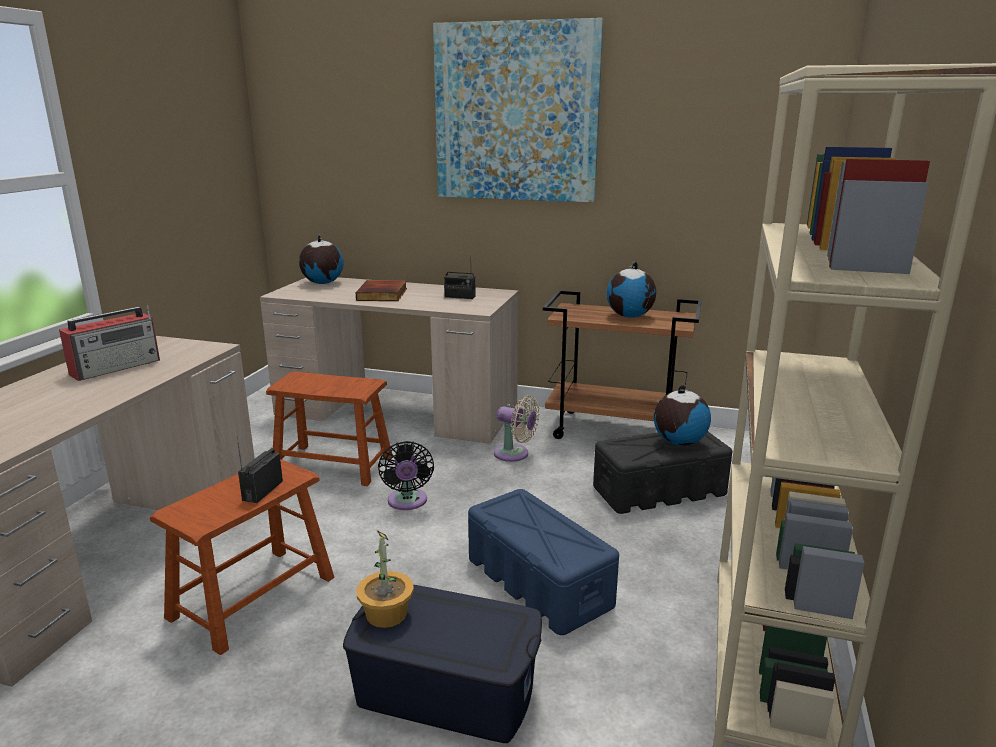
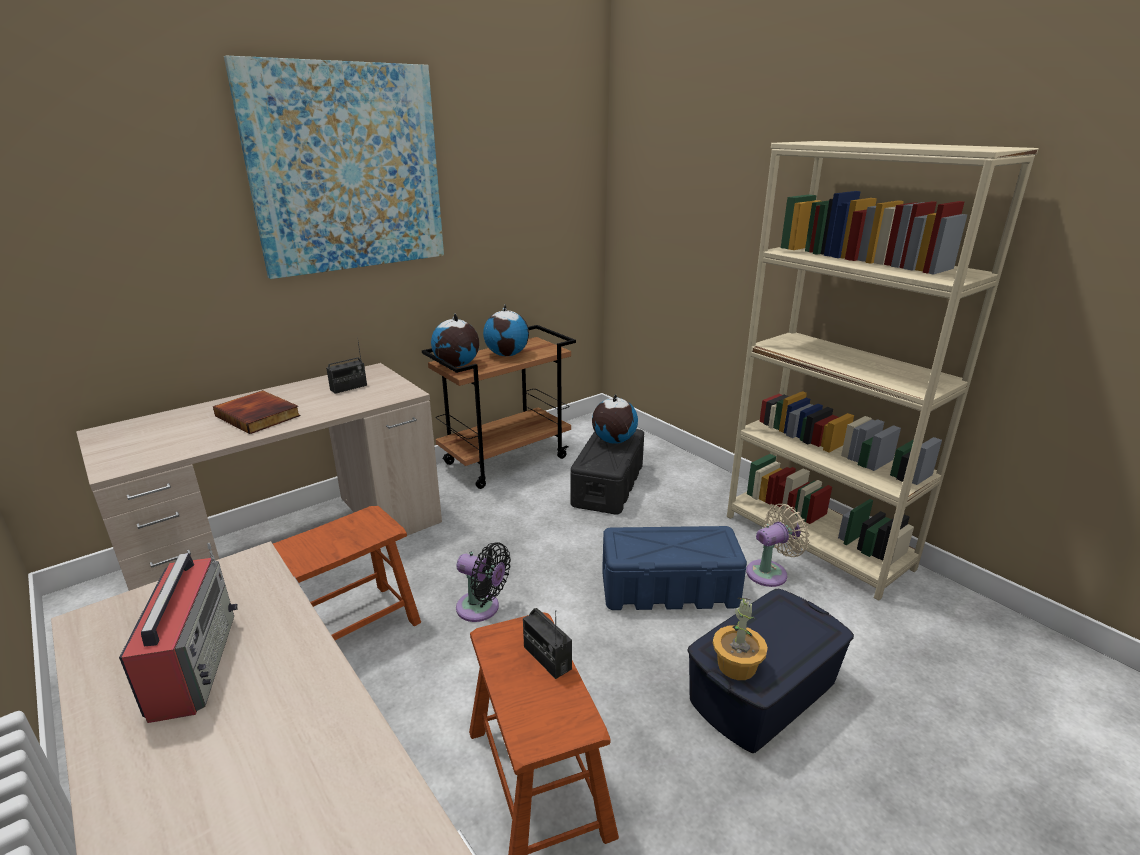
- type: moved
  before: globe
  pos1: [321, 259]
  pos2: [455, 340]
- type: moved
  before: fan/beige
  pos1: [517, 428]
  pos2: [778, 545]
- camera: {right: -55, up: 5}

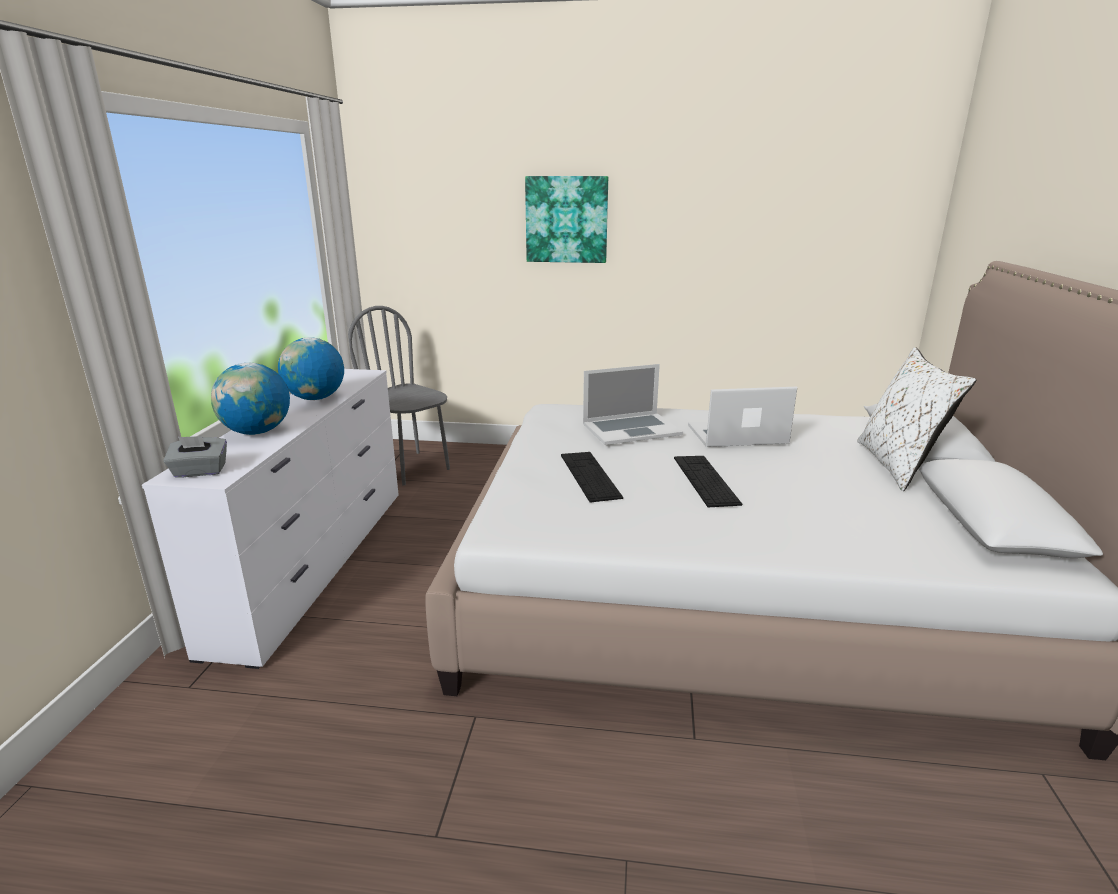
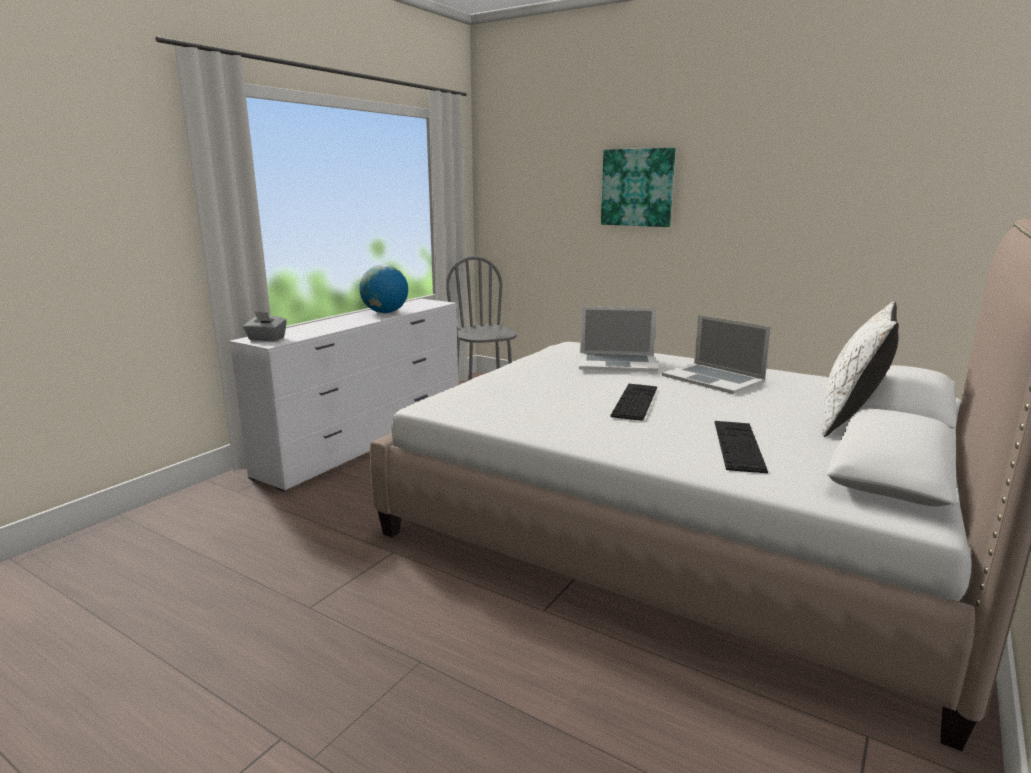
- type: removed
  before: globe
  pos1: [250, 399]
- type: moved
  before: keyboard
  pos1: [592, 477]
  pos2: [741, 447]
- type: turned
  before: laptop
  pos1: [742, 417]
  pos2: [716, 354]
  turn: -150
- camera: {right: 25, up: -5}

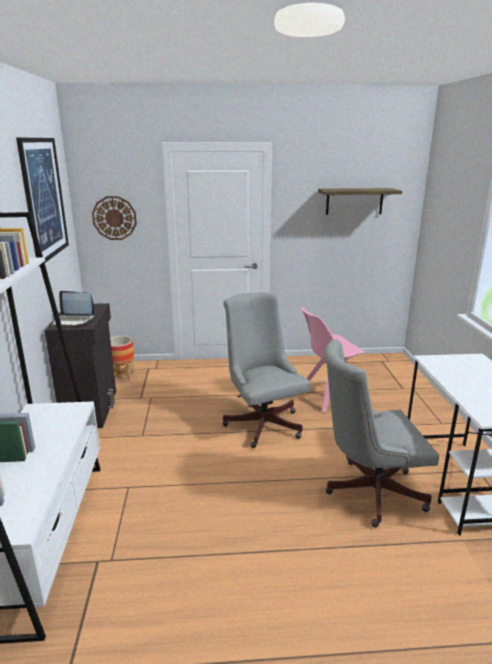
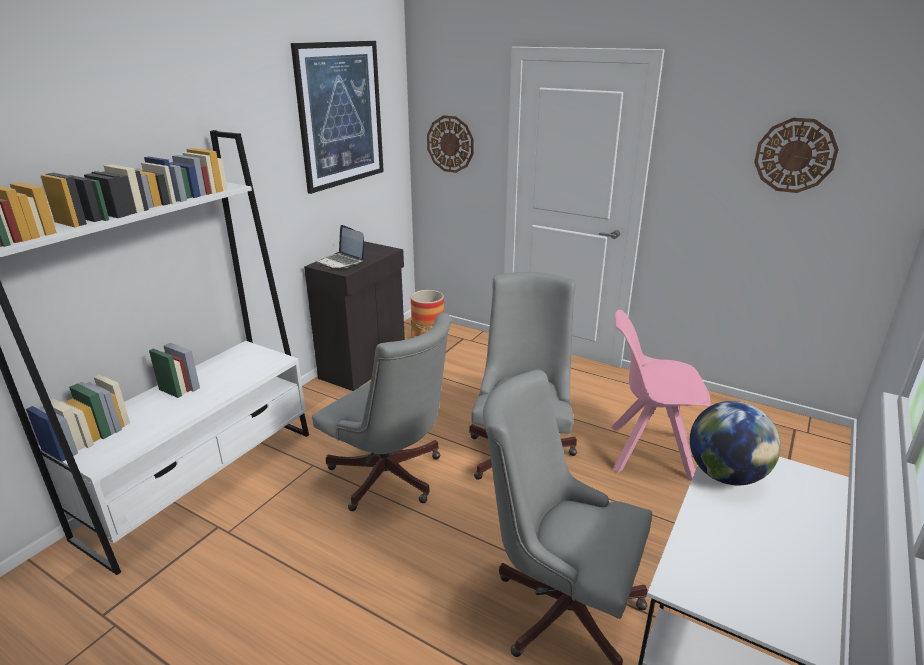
- type: replaced
  before: shelf
  after: wall clock
  pos1: [360, 201]
  pos2: [796, 155]
- type: added
  after: office chair/grey
  pos2: [381, 412]
- type: added
  after: globe
  pos2: [735, 443]
- camera: {right: 35, up: 5}

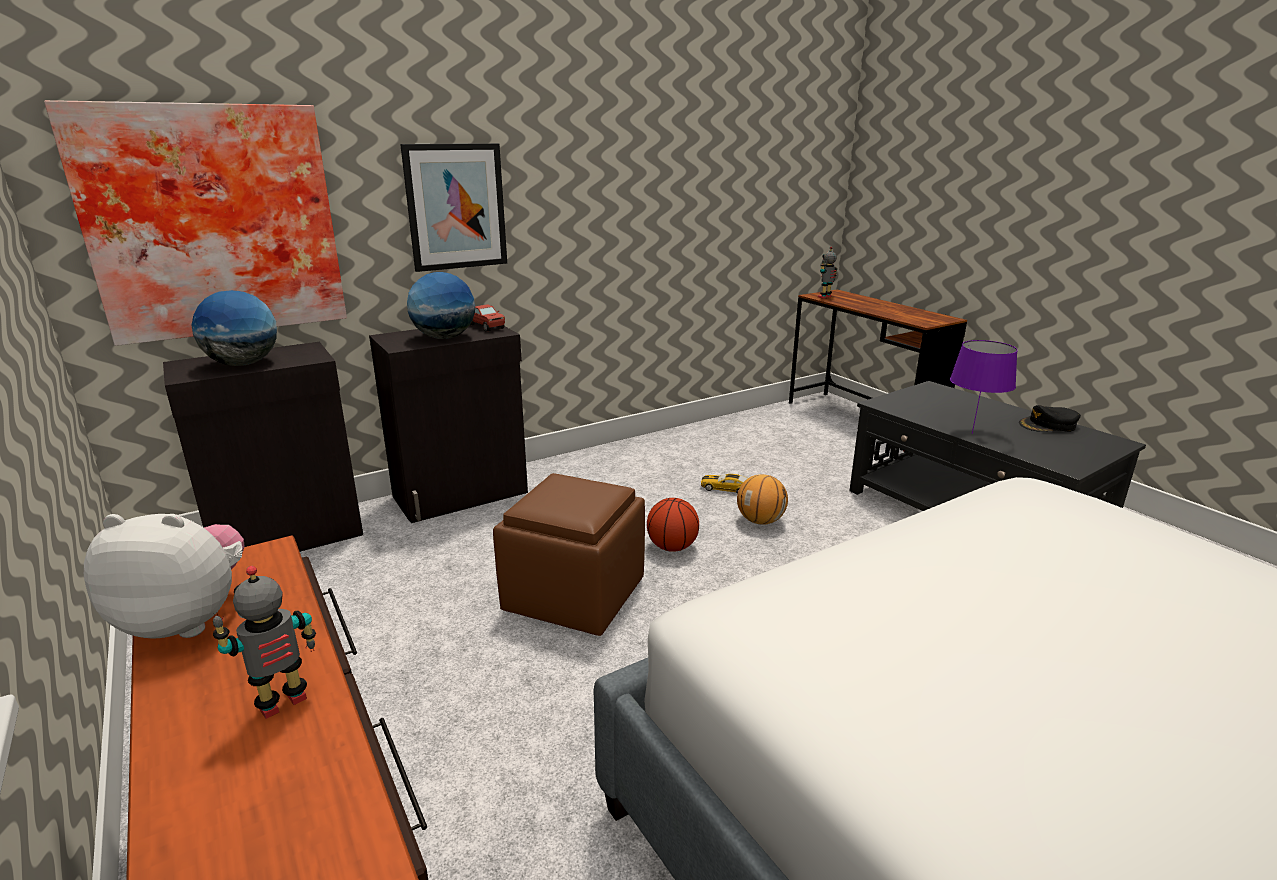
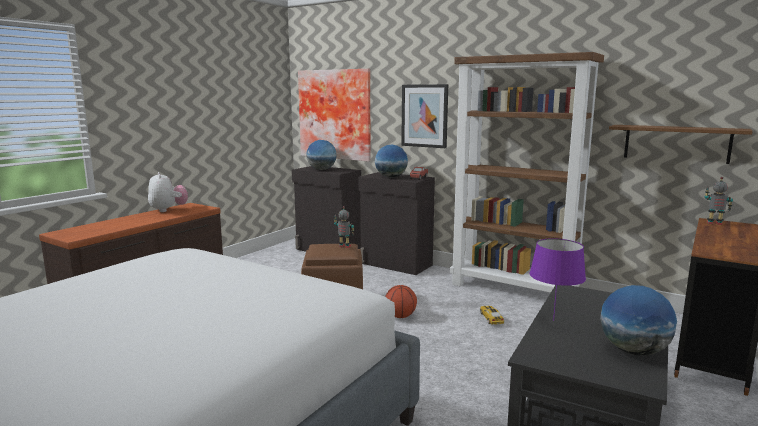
- type: moved
  before: toy robot
  pos1: [264, 642]
  pos2: [344, 227]
- type: removed
  before: basketball
  pos1: [762, 499]
- type: replaced
  before: cap/black
  after: globe
  pos1: [1050, 418]
  pos2: [638, 320]
- type: added
  after: bookcase/brown
  pos2: [527, 172]
- type: added
  after: shelf/brown
  pos2: [681, 144]
- camera: {right: 65, up: -10}

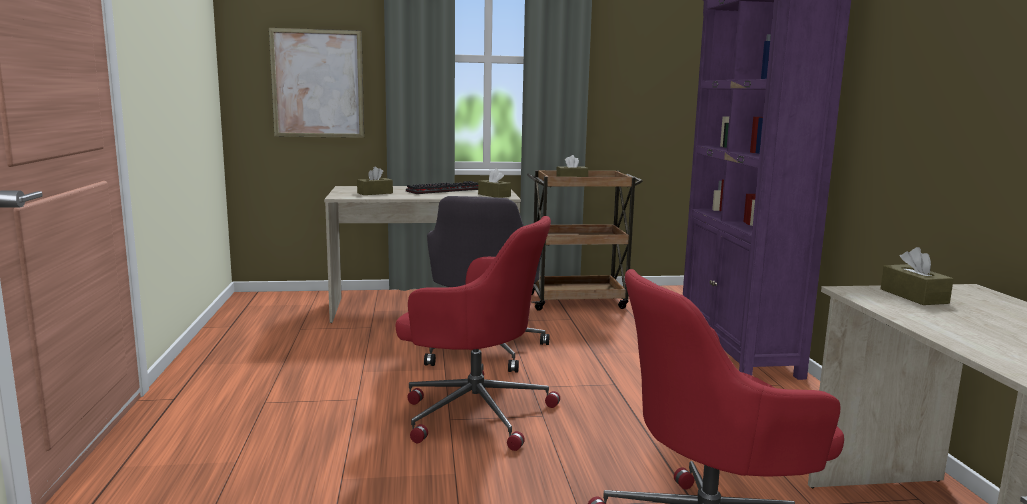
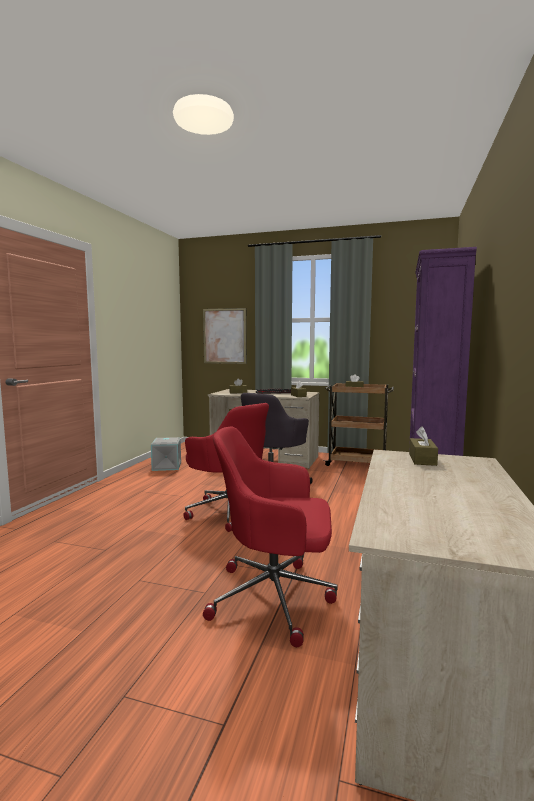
- type: added
  after: storage box/grey
  pos2: [166, 454]
- camera: {right: 25, up: -5}

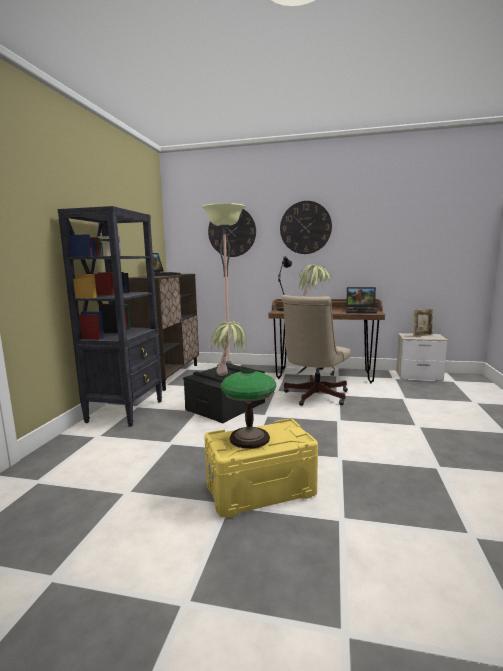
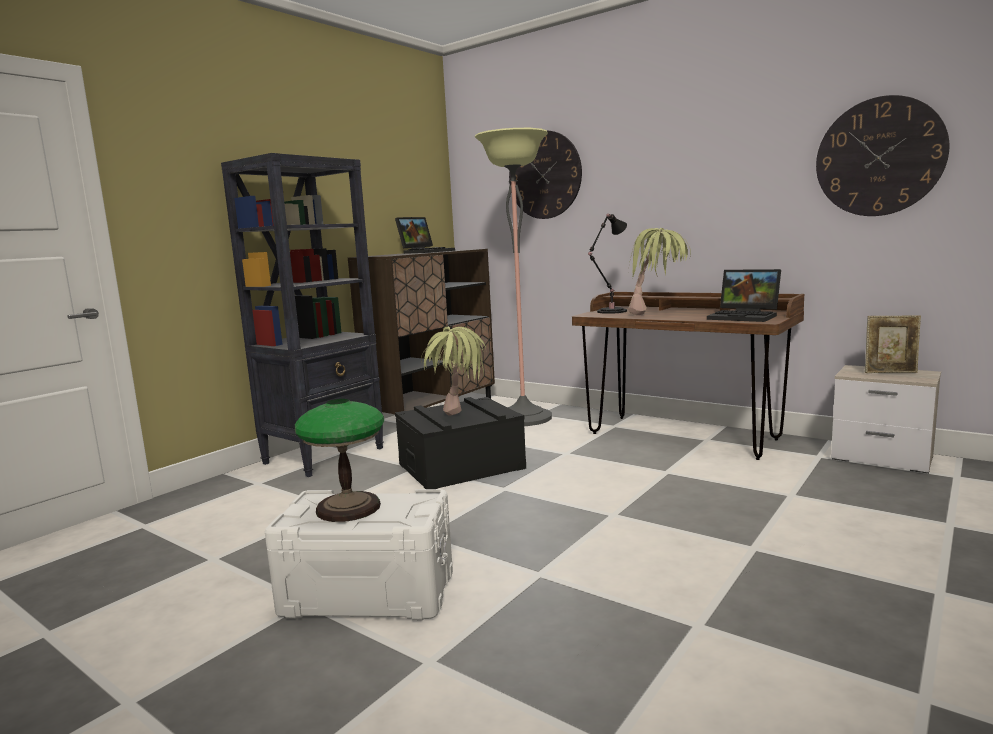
- type: recoloured
  before: storage box/yellow
  after: storage box/white
  pos1: [261, 468]
  pos2: [359, 554]
- type: moved
  before: wall clock
  pos1: [306, 227]
  pos2: [883, 155]
- type: removed
  before: office chair/beige
  pos1: [316, 350]
- camera: {right: 25, up: 0}

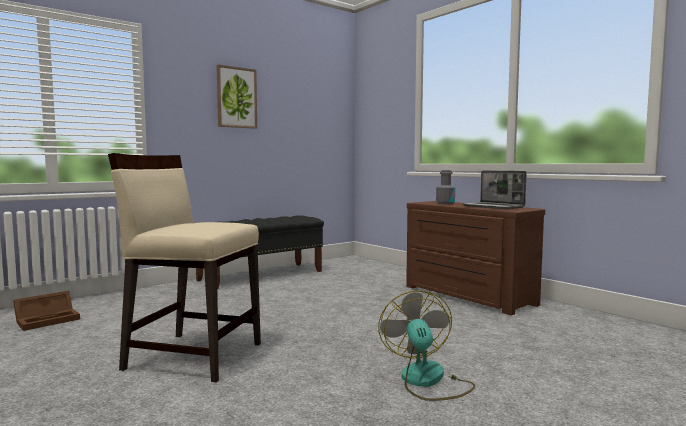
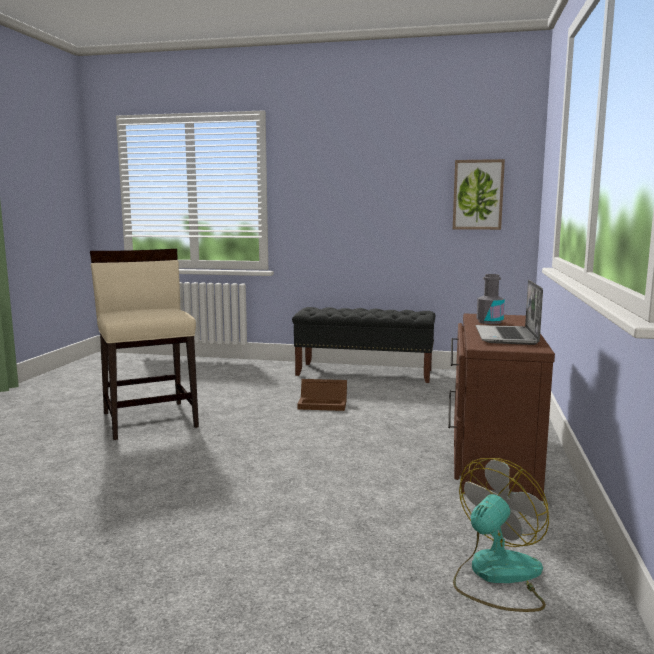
- type: moved
  before: storage box/brown
  pos1: [46, 311]
  pos2: [322, 395]
- type: moved
  before: picture
  pos1: [237, 96]
  pos2: [479, 194]
- type: moved
  before: fan
  pos1: [426, 346]
  pos2: [501, 535]
- camera: {right: 50, up: 5}

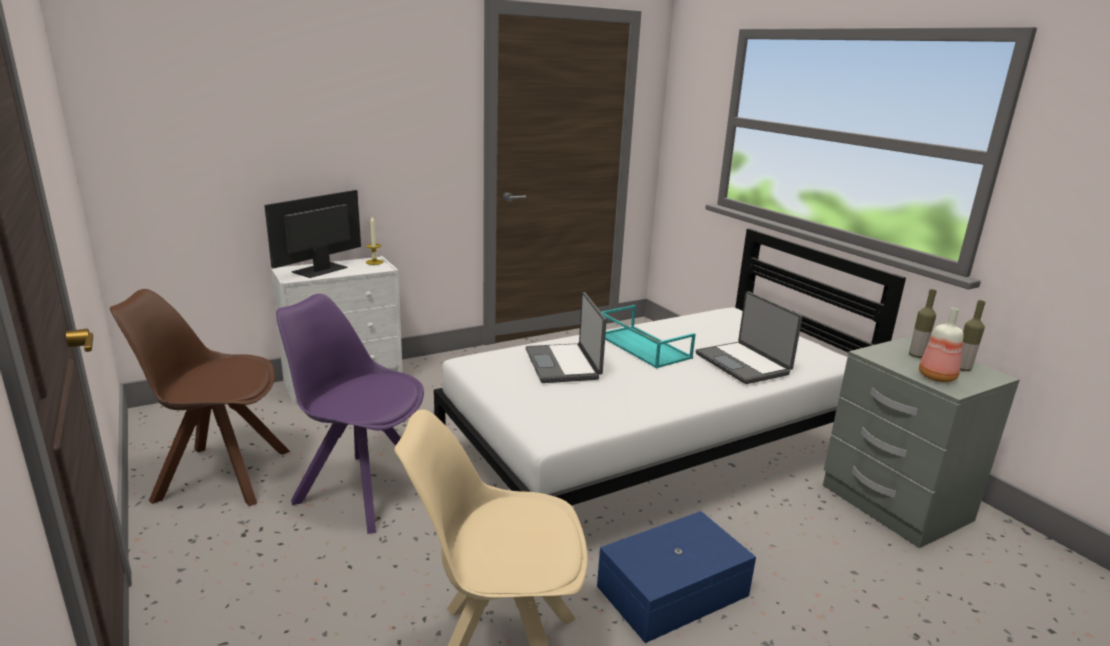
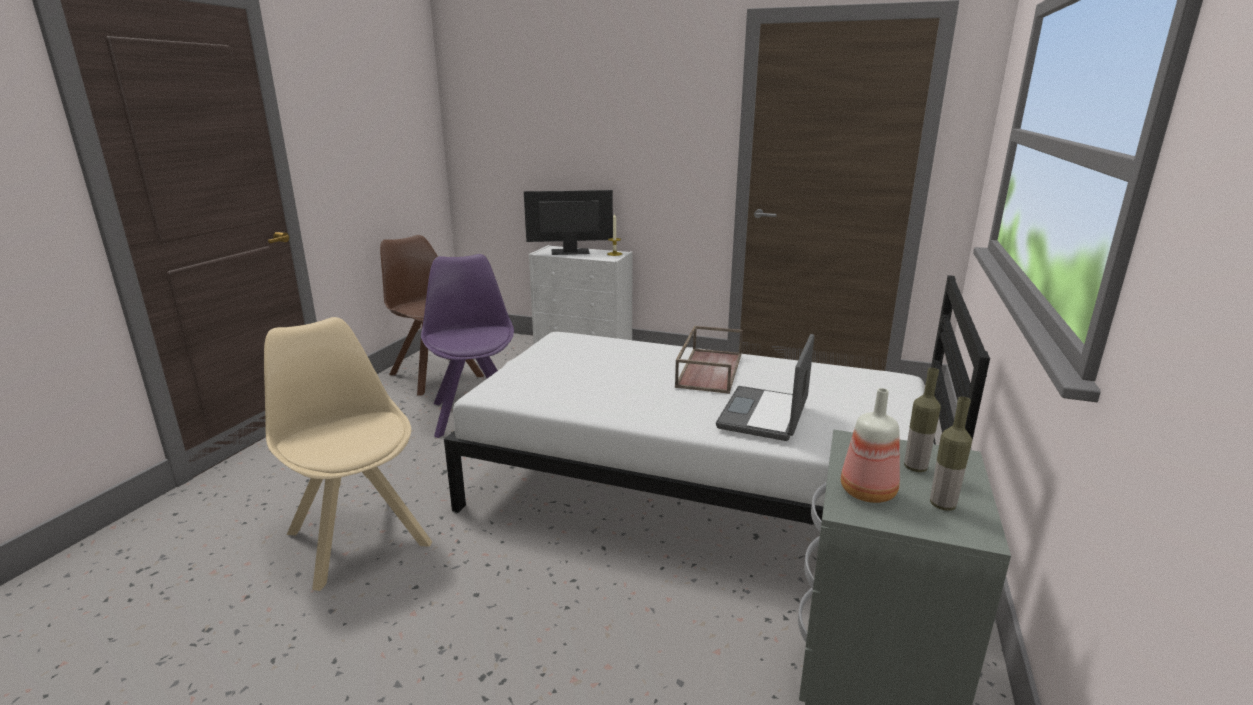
- type: removed
  before: laptop
  pos1: [566, 337]
- type: removed
  before: storage box/blue
  pos1: [676, 577]
- type: recoloured
  before: tray/turquoise
  after: tray/brown
  pos1: [649, 336]
  pos2: [709, 360]
- camera: {right: 50, up: 0}

